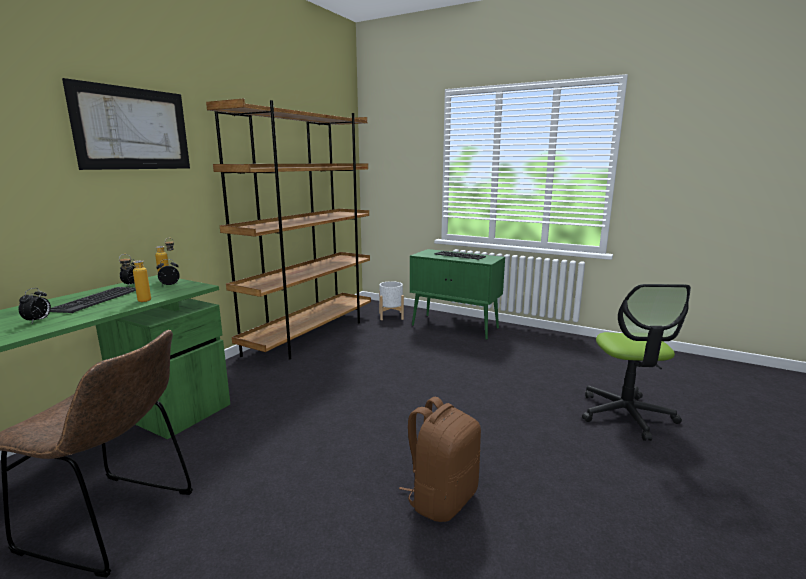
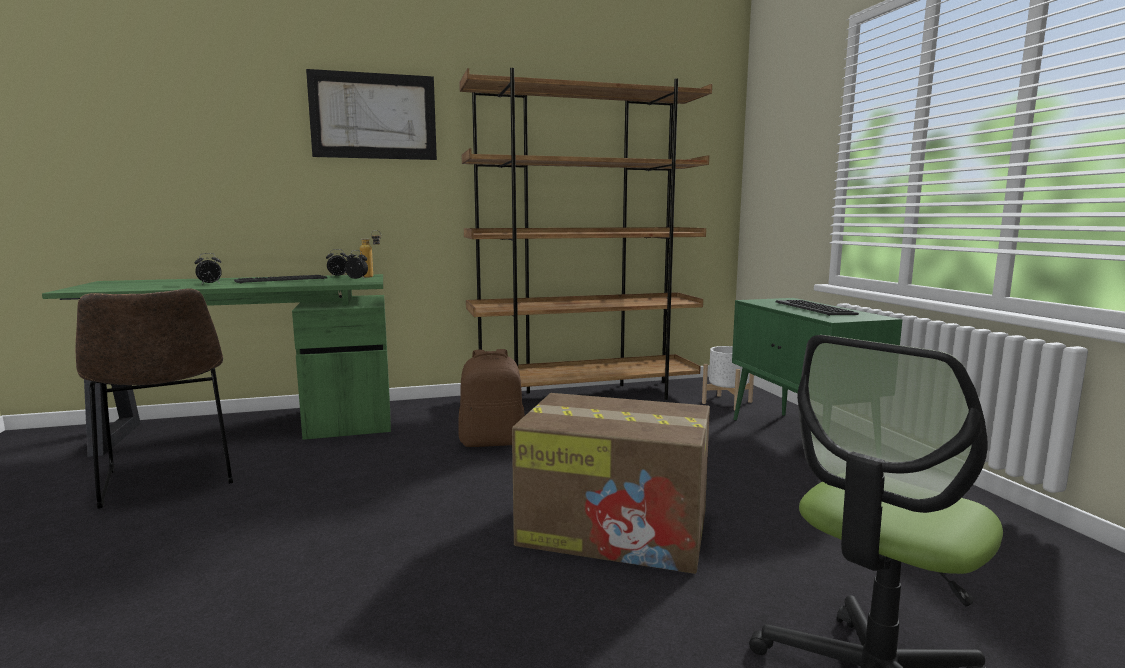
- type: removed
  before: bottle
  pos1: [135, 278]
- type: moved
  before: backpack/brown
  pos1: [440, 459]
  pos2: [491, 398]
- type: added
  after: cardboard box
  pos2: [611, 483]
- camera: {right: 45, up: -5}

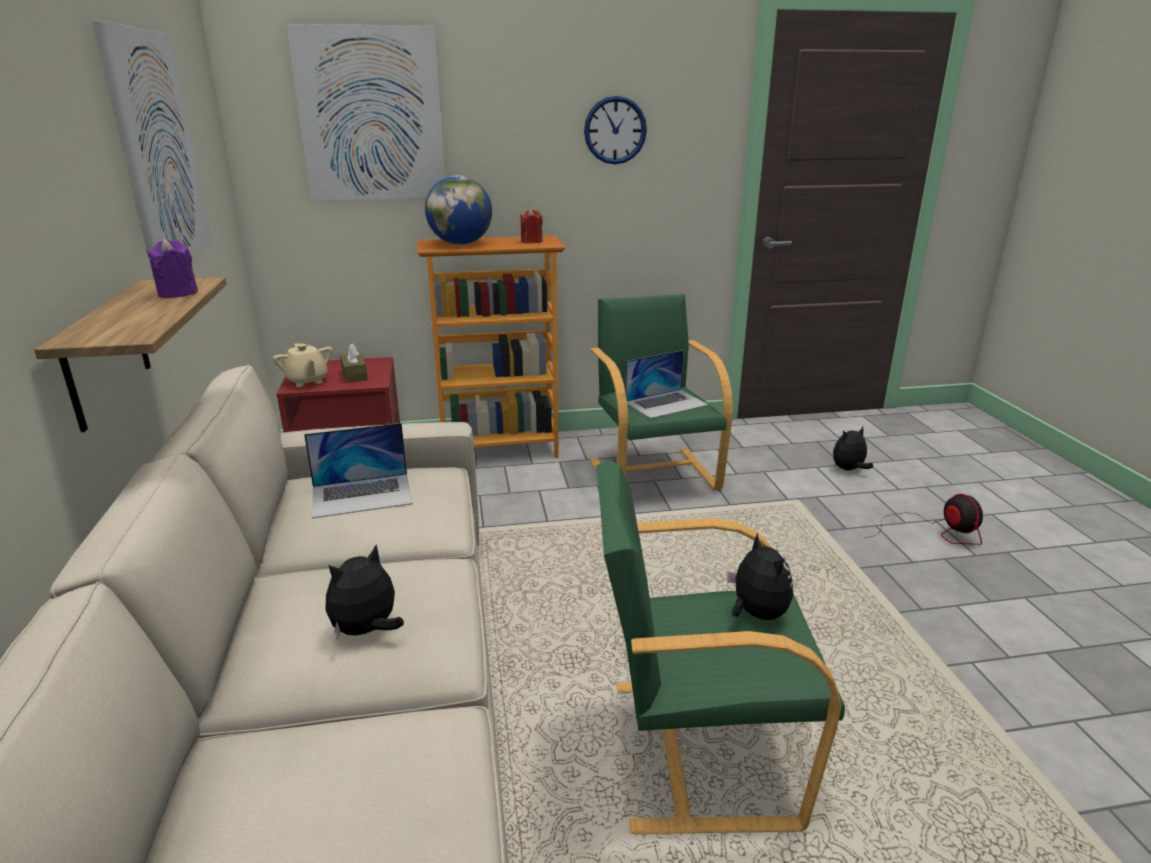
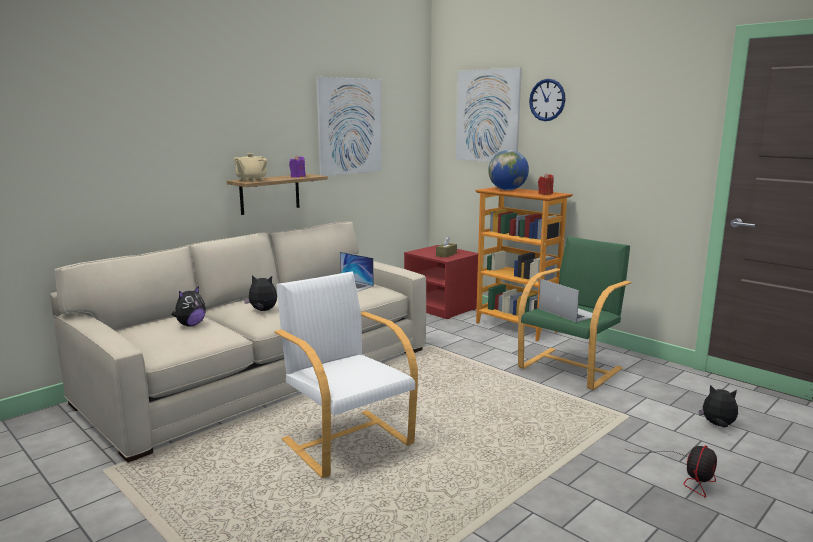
- type: moved
  before: teapot/beige
  pos1: [303, 365]
  pos2: [250, 167]
- type: moved
  before: wall clock
  pos1: [615, 130]
  pos2: [547, 100]
- type: recoloured
  before: armchair/green
  after: armchair/white
  pos1: [720, 647]
  pos2: [346, 374]
- type: turned
  before: laptop
  pos1: [667, 384]
  pos2: [566, 300]
  turn: -150
- type: moved
  before: plush toy
  pos1: [760, 576]
  pos2: [189, 306]
- camera: {right: 55, up: -10}

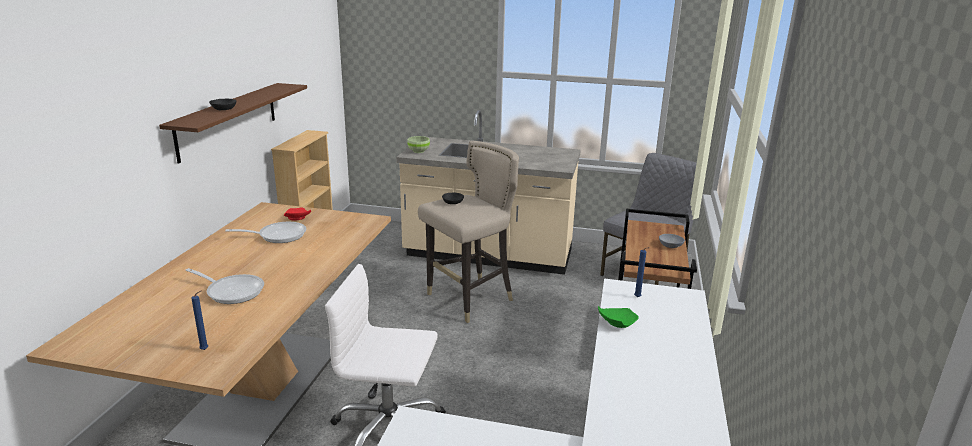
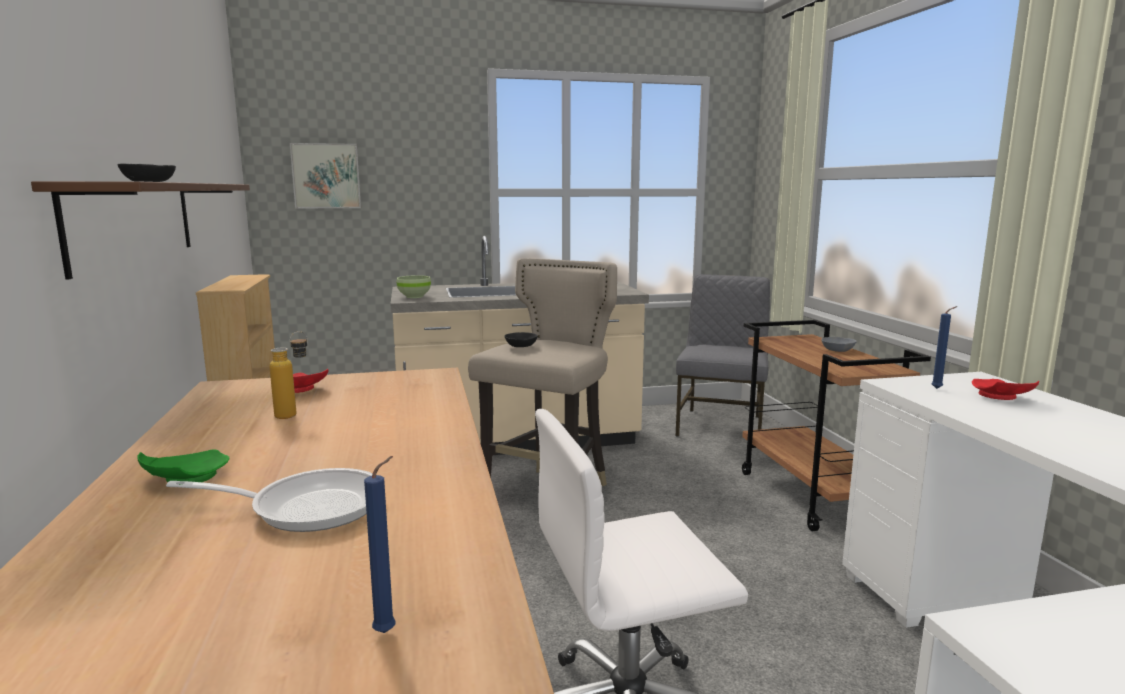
- type: replaced
  before: frying pan
  after: bottle
  pos1: [265, 232]
  pos2: [288, 375]
- type: moved
  before: plate/green
  pos1: [618, 317]
  pos2: [183, 467]
- type: added
  after: picture
  pos2: [325, 176]
- type: added
  after: plate/red
  pos2: [1005, 389]
- camera: {right: -25, up: -10}

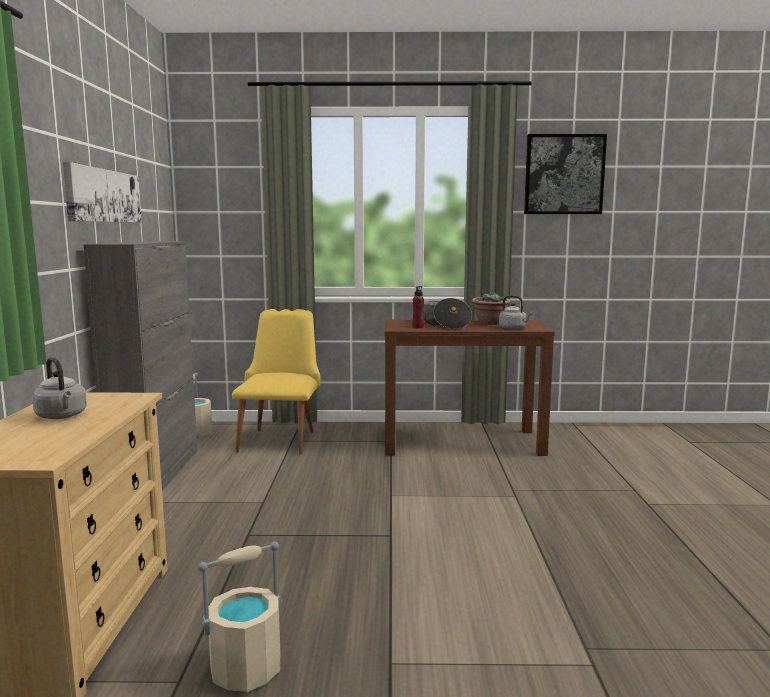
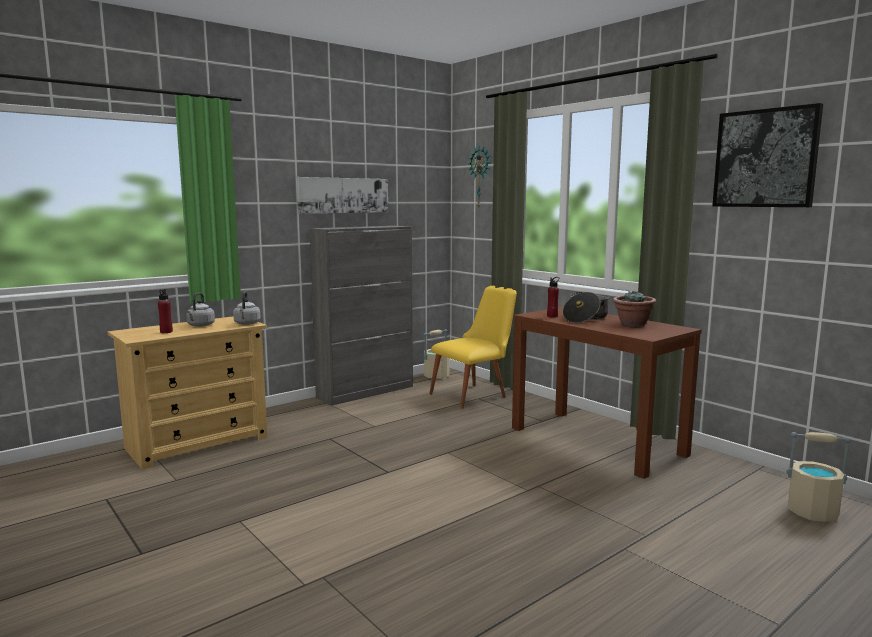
- type: moved
  before: bucket/beige
  pos1: [240, 617]
  pos2: [819, 477]
- type: moved
  before: kettle/grey
  pos1: [516, 312]
  pos2: [247, 308]
- type: added
  after: bottle/red
  pos2: [165, 311]
- type: added
  after: wall clock
  pos2: [479, 177]
- camera: {right: 50, up: 0}

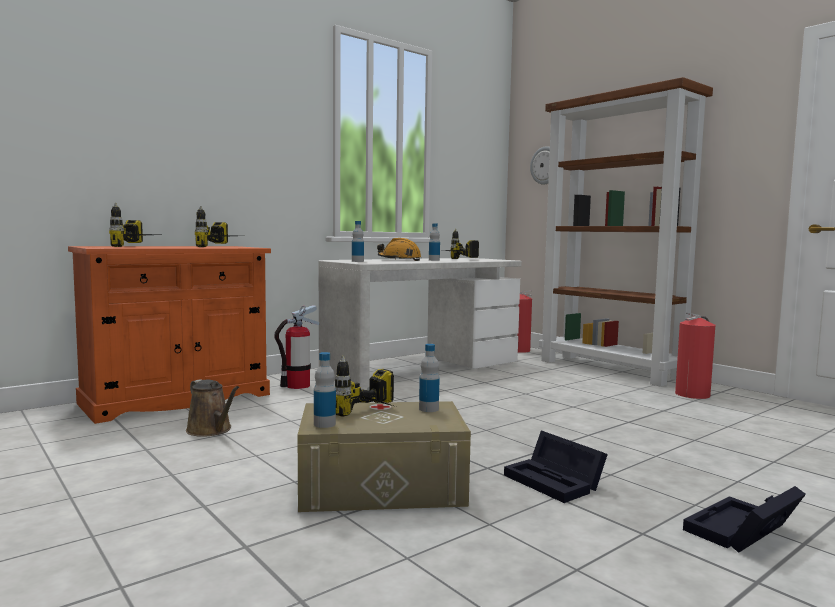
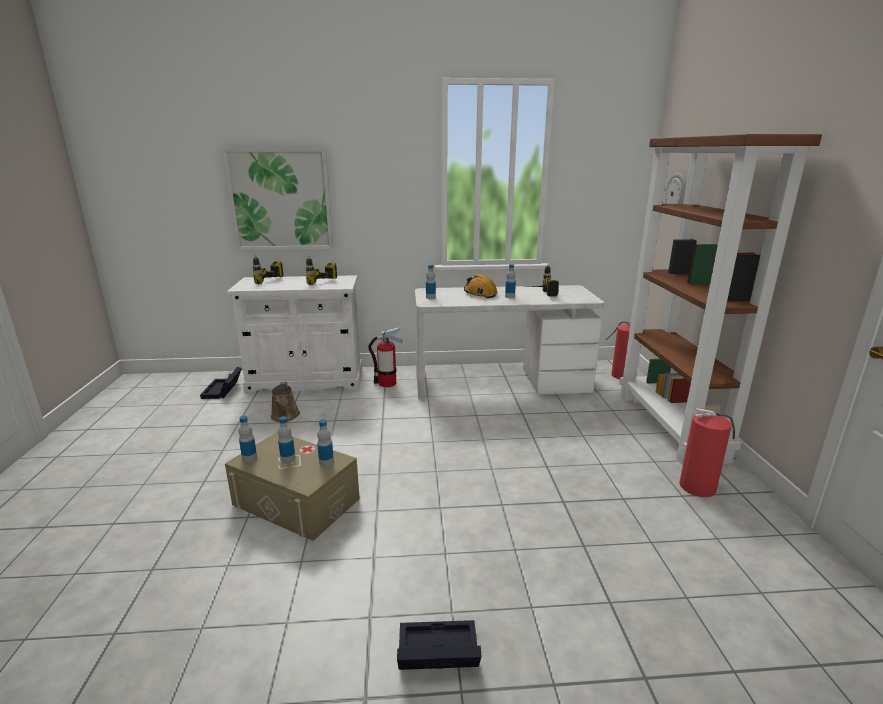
- type: recoloured
  before: cabinet/orange
  after: cabinet/white
  pos1: [169, 335]
  pos2: [294, 334]
- type: replaced
  before: power drill
  after: bottle
  pos1: [365, 386]
  pos2: [287, 439]
- type: moved
  before: storage box/black
  pos1: [556, 466]
  pos2: [221, 383]
- type: added
  after: picture
  pos2: [278, 199]
- camera: {right: 35, up: 15}

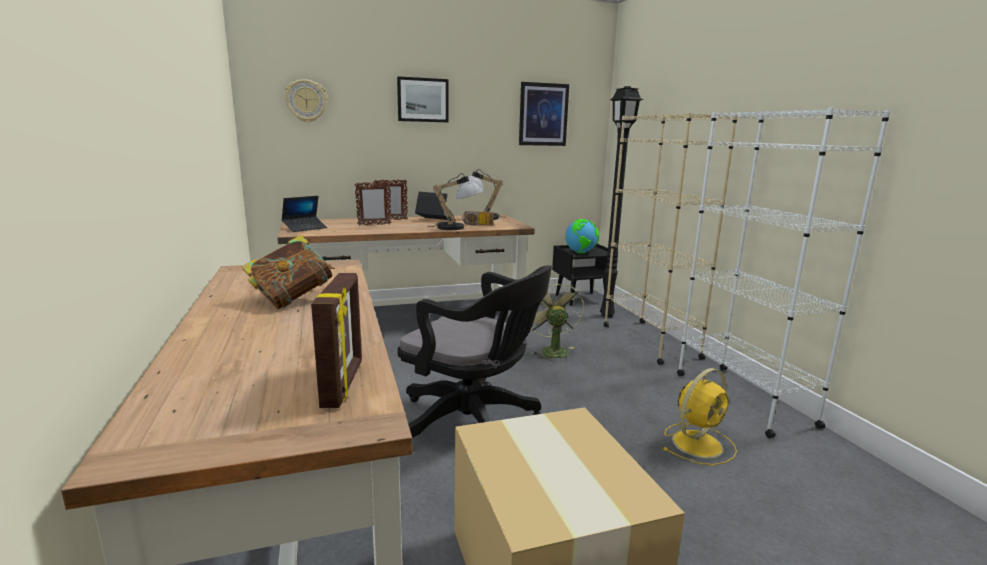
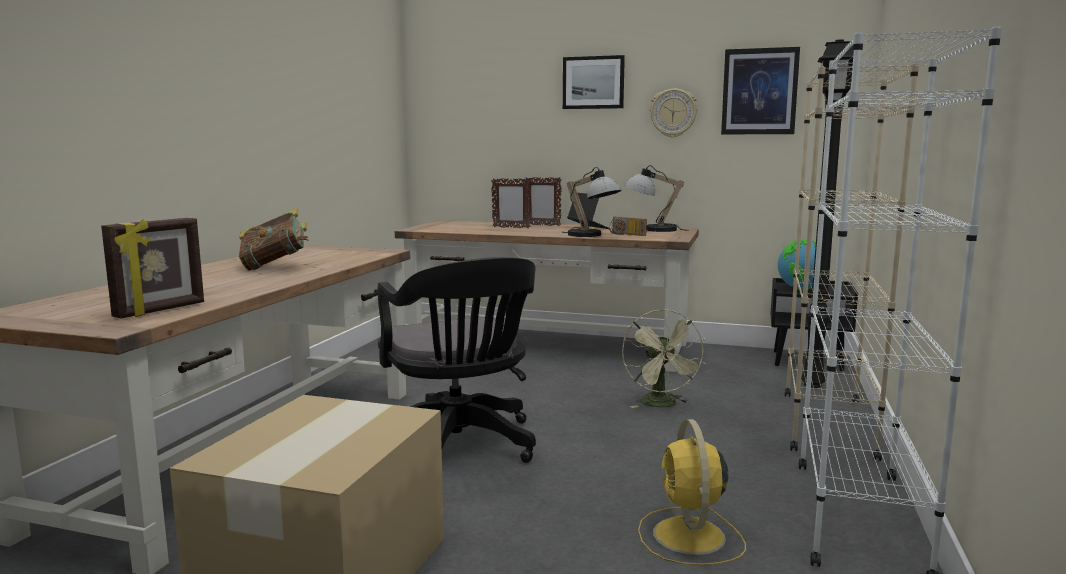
- type: removed
  before: laptop
  pos1: [304, 214]
- type: moved
  before: wall clock
  pos1: [305, 100]
  pos2: [674, 113]
- type: turned
  before: fan/green
  pos1: [557, 321]
  pos2: [664, 358]
  turn: 150
- type: turned
  before: fan/yellow
  pos1: [700, 416]
  pos2: [692, 492]
  turn: 90
- camera: {right: 35, up: -5}

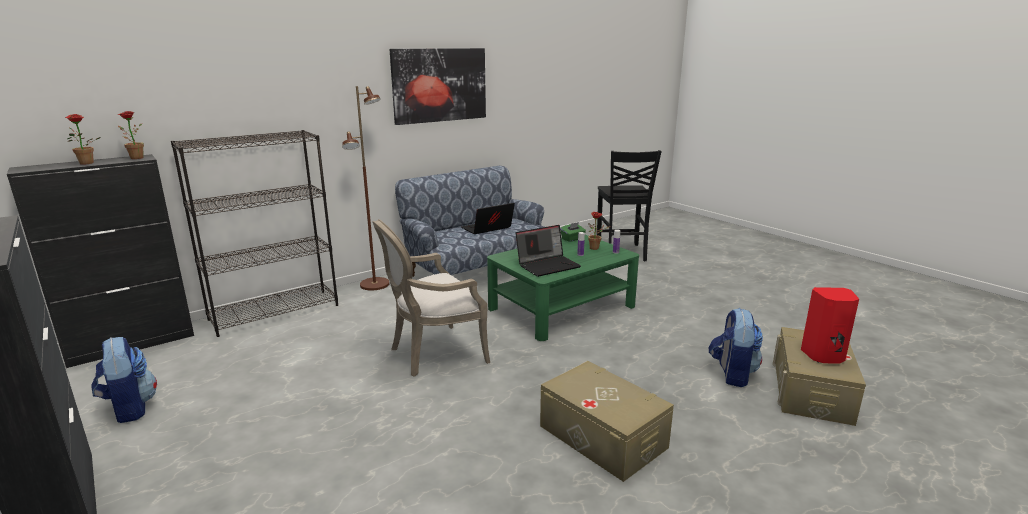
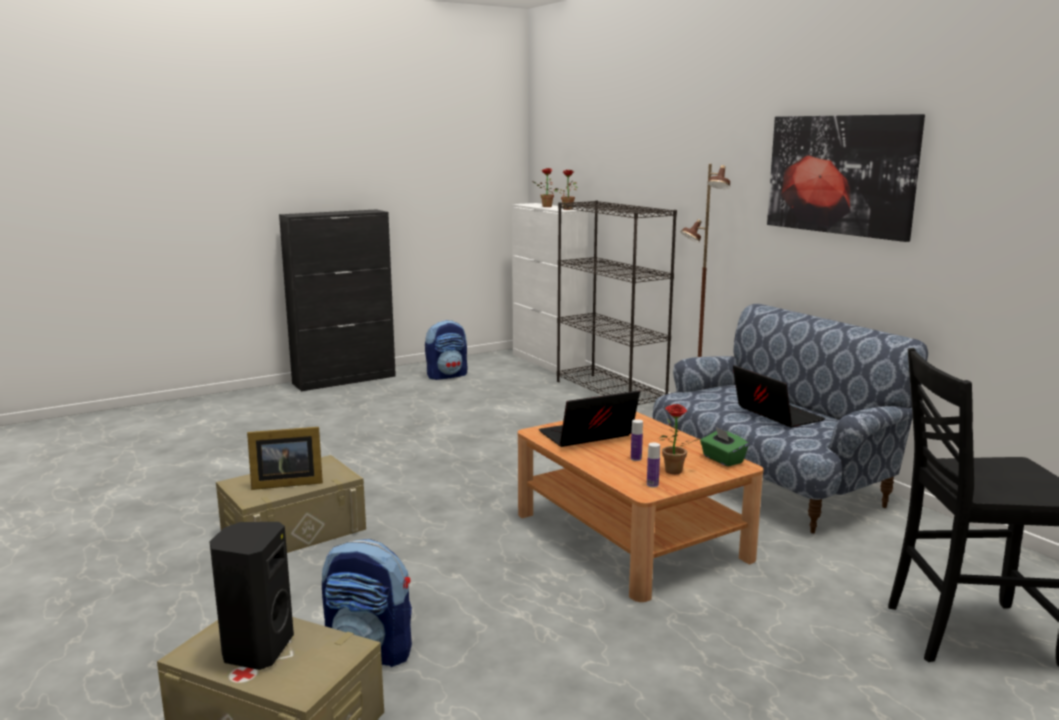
- type: recoloured
  before: cabinet/black
  after: cabinet/white
  pos1: [100, 261]
  pos2: [550, 289]
- type: removed
  before: armchair
  pos1: [431, 298]
- type: recoloured
  before: coffee table/green
  after: coffee table/brown
  pos1: [563, 288]
  pos2: [641, 507]
- type: turned
  before: laptop
  pos1: [548, 251]
  pos2: [589, 419]
  turn: 90
- type: recoloured
  before: speaker/red
  after: speaker/black
  pos1: [830, 325]
  pos2: [252, 596]
- type: added
  after: picture frame
  pos2: [285, 458]
- camera: {right: 95, up: -5}

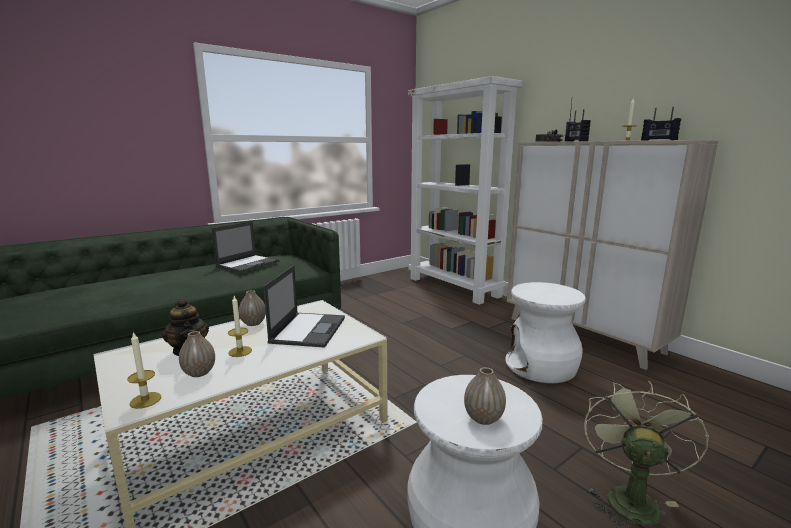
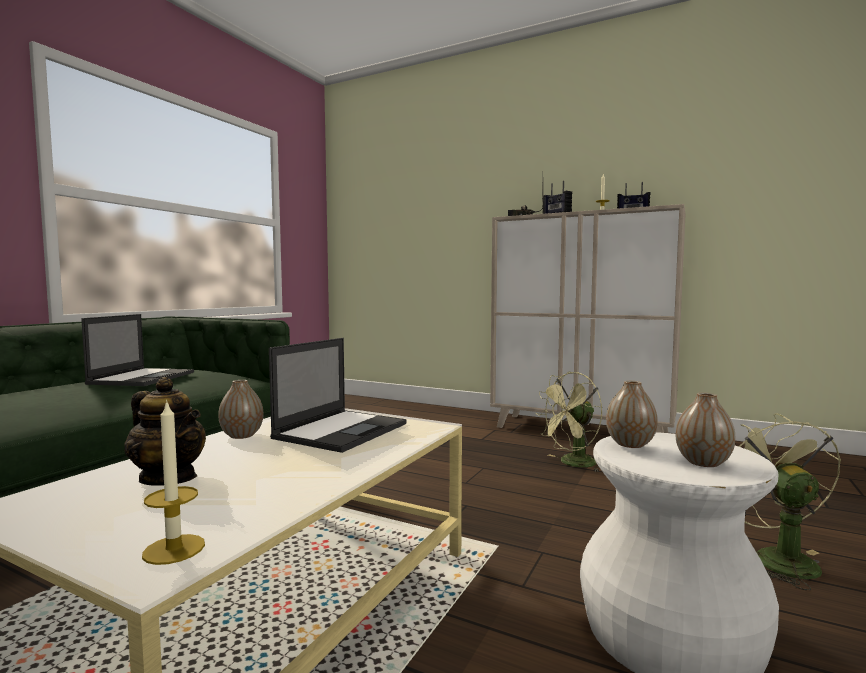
- type: moved
  before: vase
  pos1: [197, 354]
  pos2: [632, 414]
- type: removed
  before: candle
  pos1: [240, 326]
- type: turned
  before: laptop
  pos1: [304, 306]
  pos2: [338, 395]
  turn: 45
- type: removed
  before: bookcase/white
  pos1: [465, 190]
- type: replaced
  before: stool/white
  after: fan/green
  pos1: [545, 332]
  pos2: [569, 422]
- camera: {right: -25, up: -10}

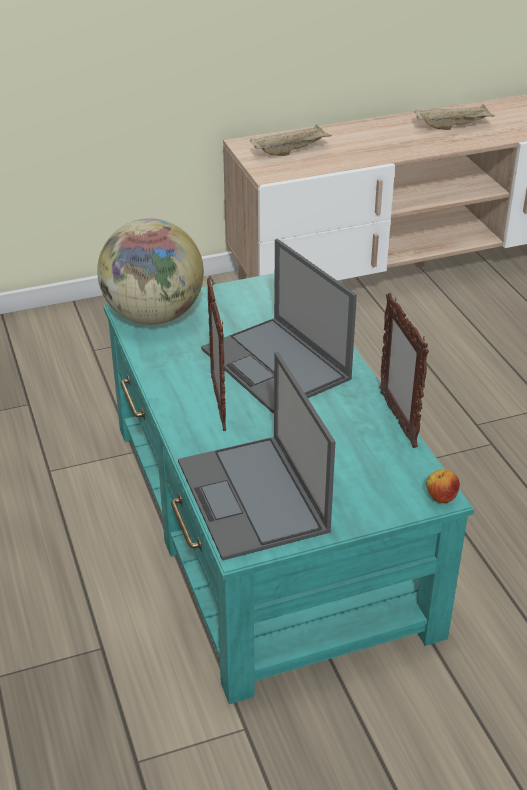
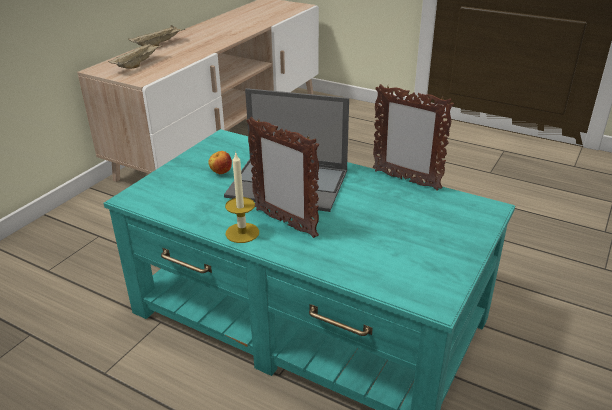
- type: removed
  before: globe
  pos1: [150, 271]
- type: removed
  before: laptop
  pos1: [256, 456]
- type: moved
  before: tray/beige
  pos1: [454, 117]
  pos2: [156, 35]
- type: moved
  before: apple
  pos1: [443, 486]
  pos2: [220, 162]
- type: added
  after: candle
  pos2: [242, 197]
- camera: {right: -40, up: -5}

